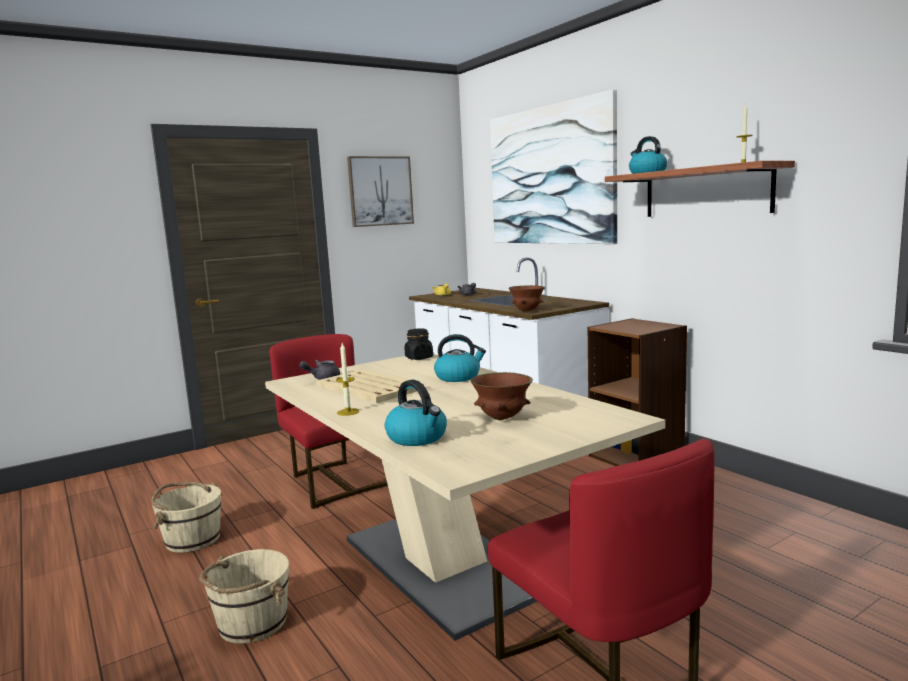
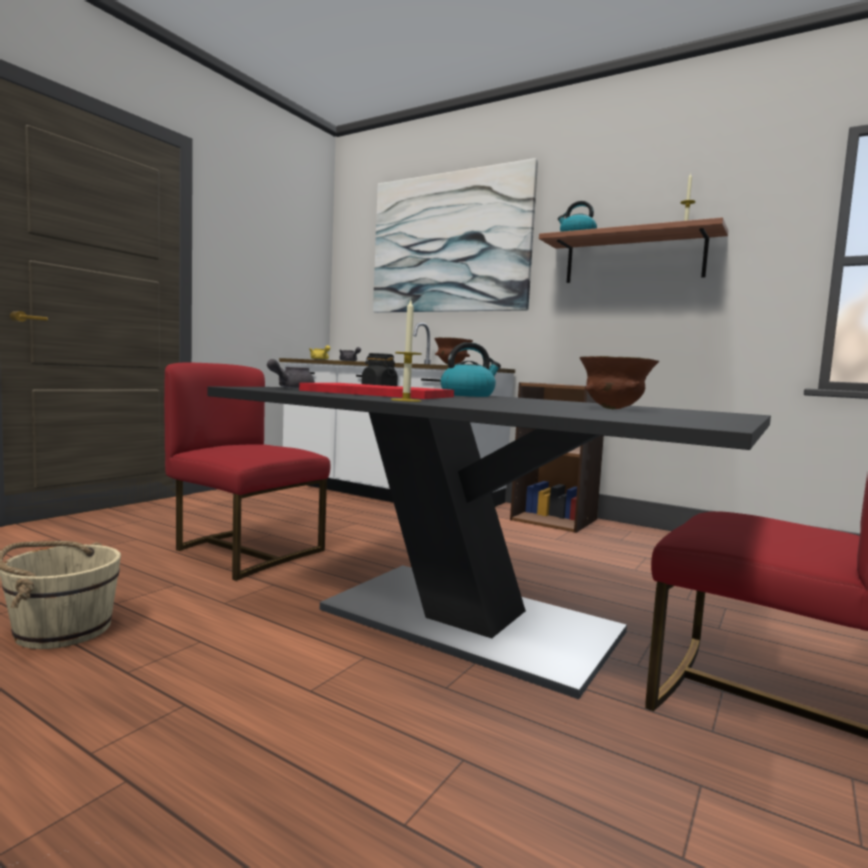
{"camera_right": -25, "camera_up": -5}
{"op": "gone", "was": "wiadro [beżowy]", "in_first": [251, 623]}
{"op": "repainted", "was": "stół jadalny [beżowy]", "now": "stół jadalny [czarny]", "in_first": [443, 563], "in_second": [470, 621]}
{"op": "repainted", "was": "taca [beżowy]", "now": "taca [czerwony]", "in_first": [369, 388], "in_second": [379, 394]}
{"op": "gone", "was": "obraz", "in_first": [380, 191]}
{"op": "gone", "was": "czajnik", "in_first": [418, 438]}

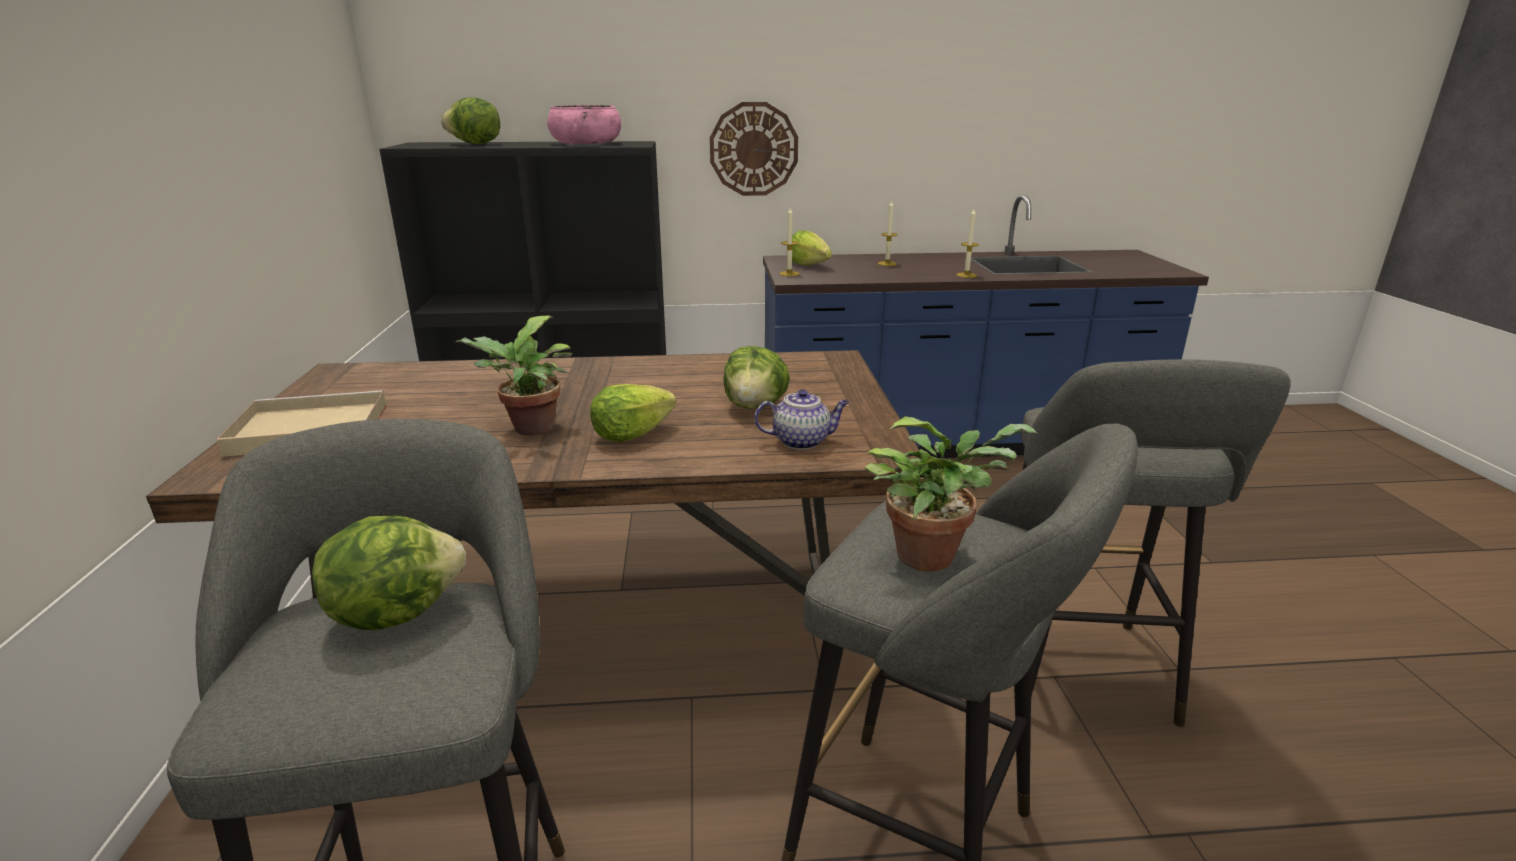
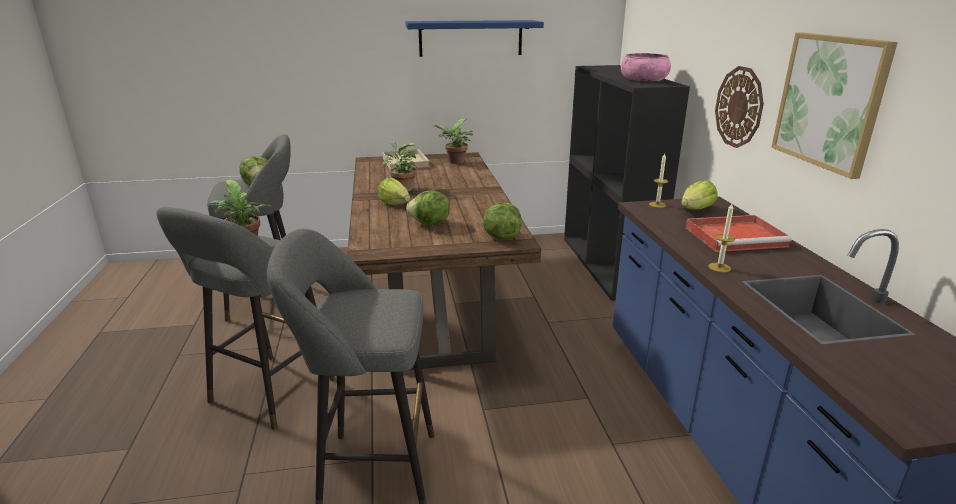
{"camera_right": 85, "camera_up": 0}
{"op": "shifted", "was": "sałata", "in_first": [475, 144], "in_second": [501, 237]}
{"op": "gone", "was": "imbryk", "in_first": [802, 441]}
{"op": "swapped", "was": "świeca", "now": "taca [czerwony]", "in_first": [887, 263], "in_second": [736, 237]}
{"op": "new", "now": "półka [niebieski]", "in_second": [470, 38]}
{"op": "new", "now": "roślina doniczkowa", "in_second": [455, 162]}
{"op": "new", "now": "obraz", "in_second": [830, 101]}

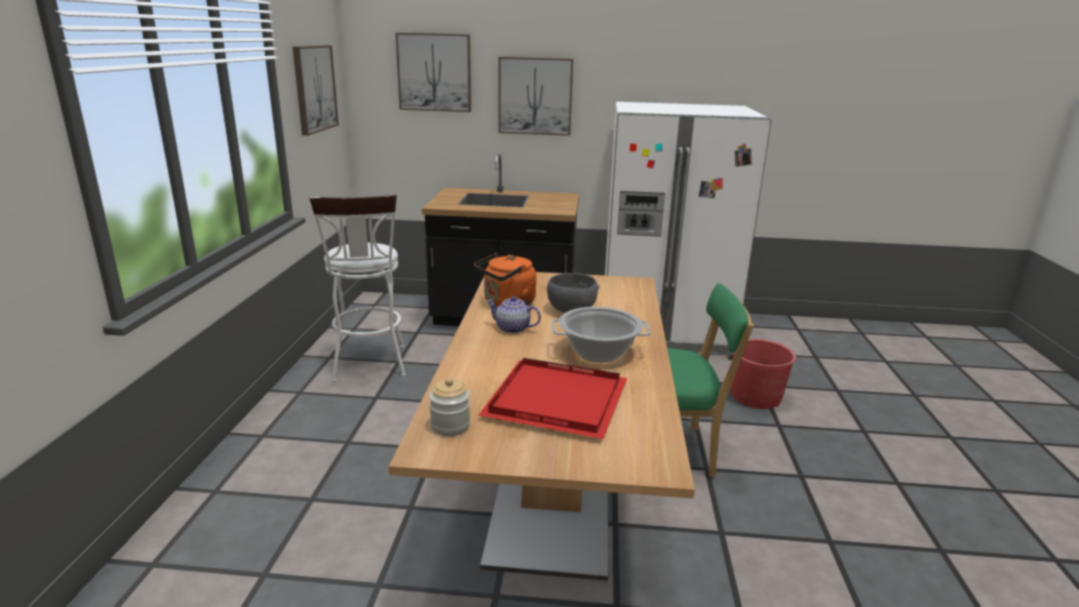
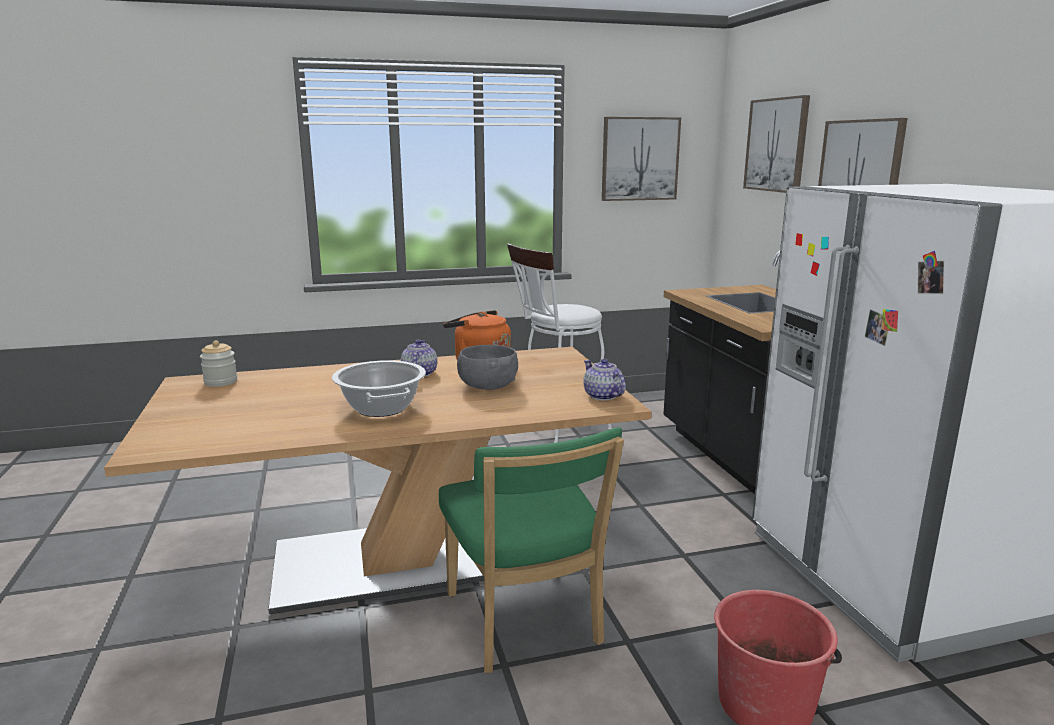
{"camera_right": 70, "camera_up": -5}
{"op": "gone", "was": "taca [czerwony]", "in_first": [553, 401]}
{"op": "new", "now": "imbryk", "in_second": [602, 396]}

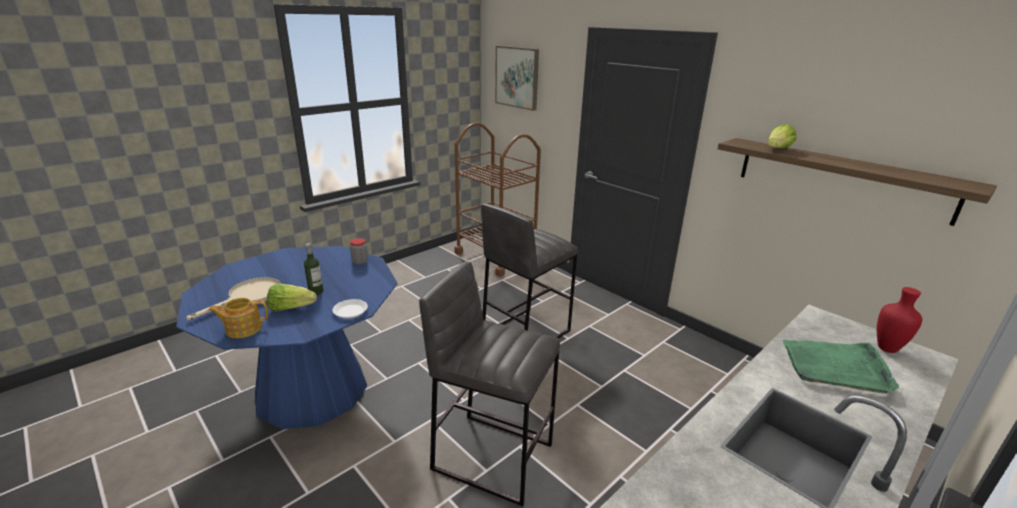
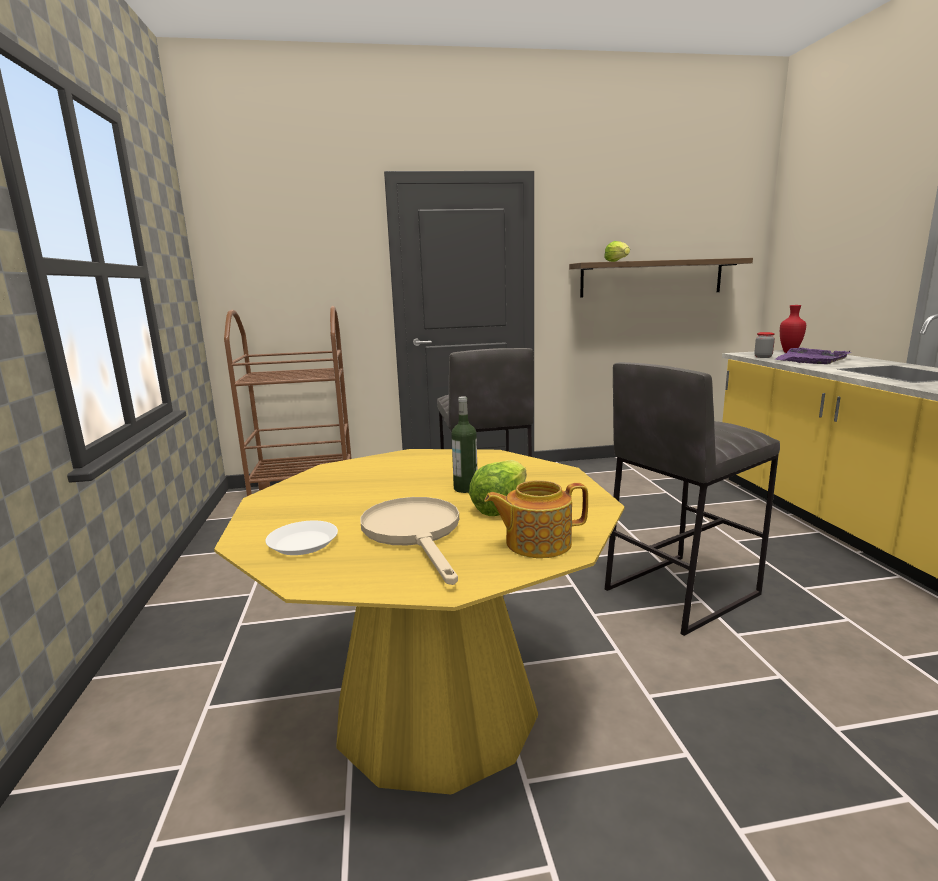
{"camera_right": -55, "camera_up": -10}
{"op": "repainted", "was": "stół jadalny [niebieski]", "now": "stół jadalny [żółty]", "in_first": [312, 390], "in_second": [436, 707]}
{"op": "rotated", "was": "imbryk", "in_first": [243, 328], "in_second": [536, 543], "clockwise": 60}
{"op": "shifted", "was": "talerz [biały]", "in_first": [350, 311], "in_second": [303, 543]}
{"op": "shifted", "was": "słoik", "in_first": [360, 262], "in_second": [763, 357]}
{"op": "gone", "was": "obraz", "in_first": [517, 77]}
{"op": "repainted", "was": "taca [zielony]", "now": "taca [fioletowy]", "in_first": [836, 367], "in_second": [810, 359]}

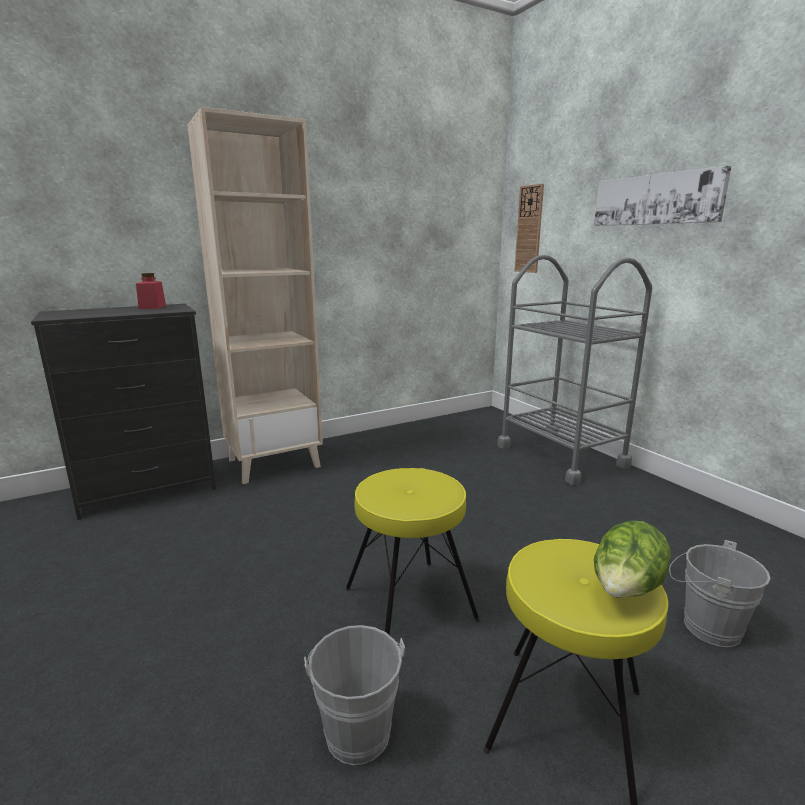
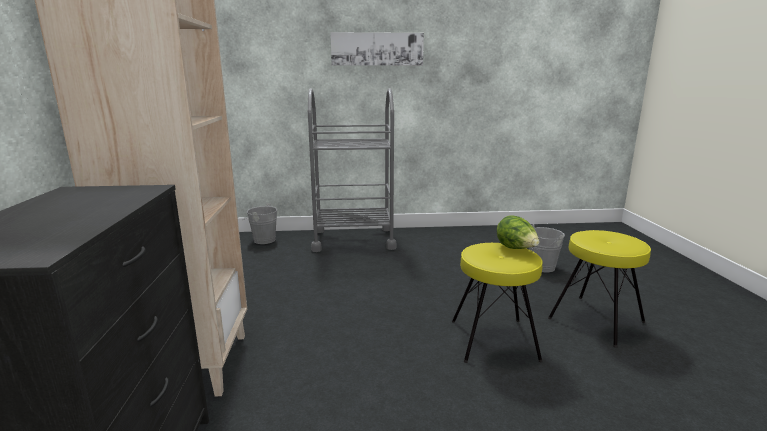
{"camera_right": -65, "camera_up": 0}
{"op": "gone", "was": "słoik [czerwony]", "in_first": [152, 307]}
{"op": "shifted", "was": "wiadro [szary]", "in_first": [356, 727], "in_second": [262, 240]}
{"op": "gone", "was": "zegar ścienny", "in_first": [529, 229]}
{"op": "shifted", "was": "sałata", "in_first": [626, 591], "in_second": [516, 249]}

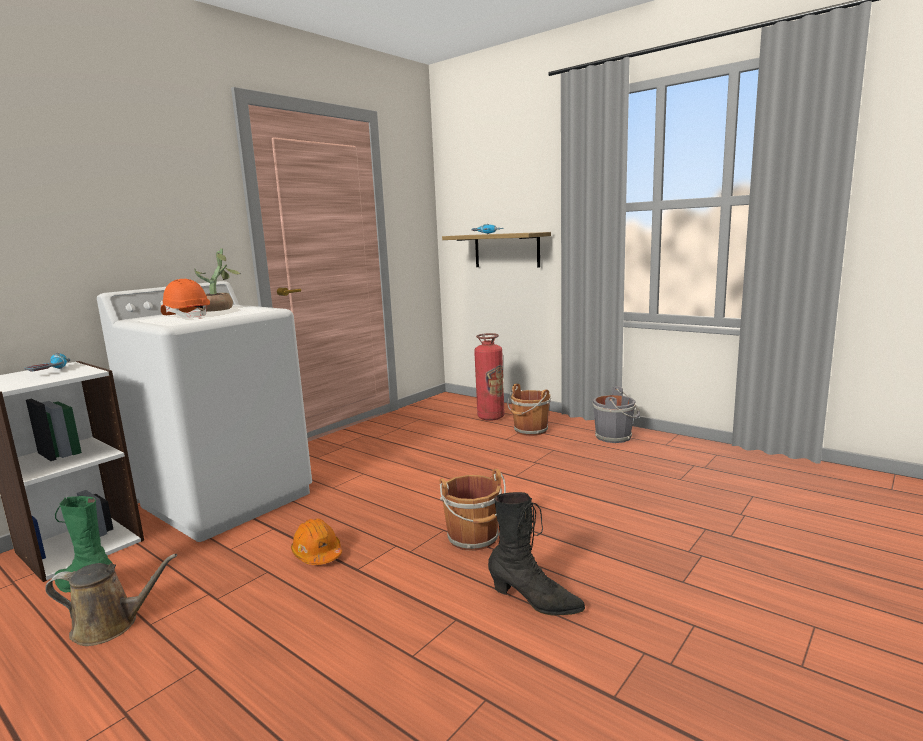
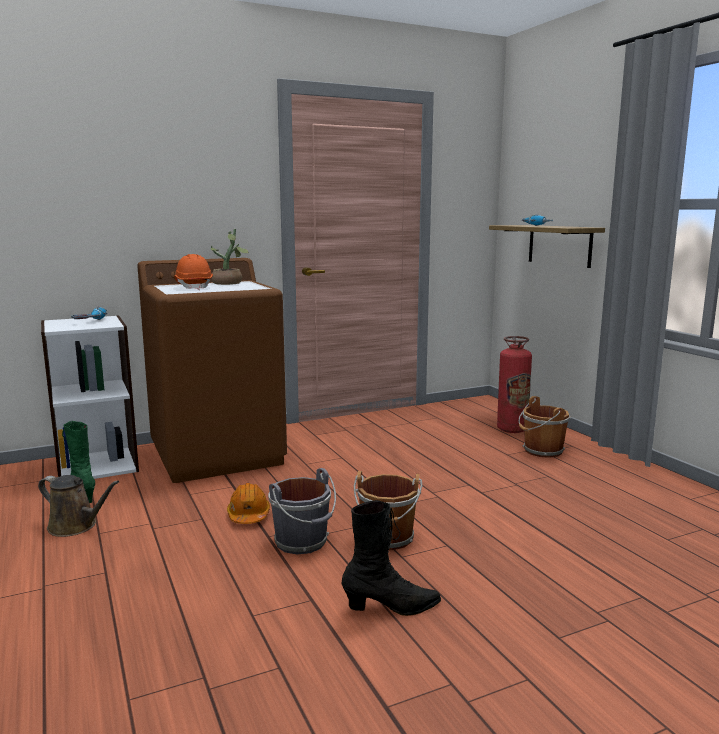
{"camera_right": 25, "camera_up": 0}
{"op": "repainted", "was": "pralka [biały]", "now": "pralka [brązowy]", "in_first": [227, 499], "in_second": [218, 454]}
{"op": "rotated", "was": "but z cholewką [czarny]", "in_first": [535, 601], "in_second": [392, 608], "clockwise": -60}
{"op": "shifted", "was": "wiadro [szary]", "in_first": [615, 437], "in_second": [303, 542]}

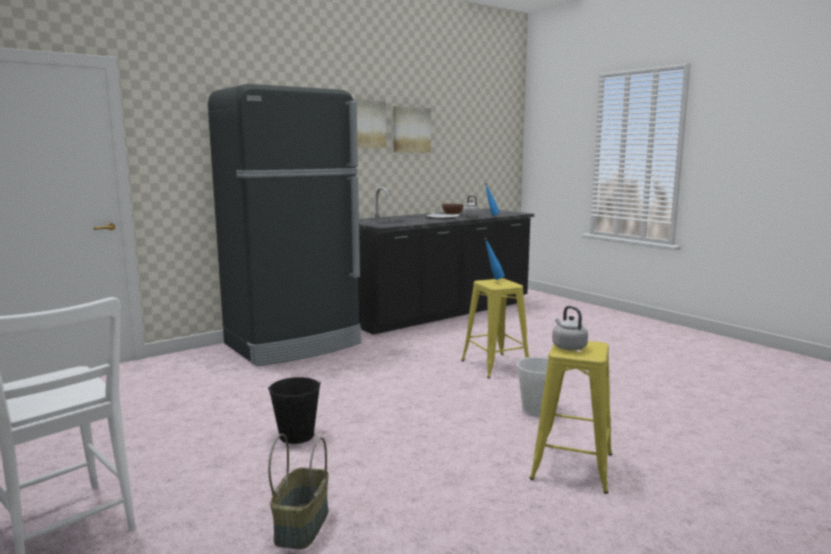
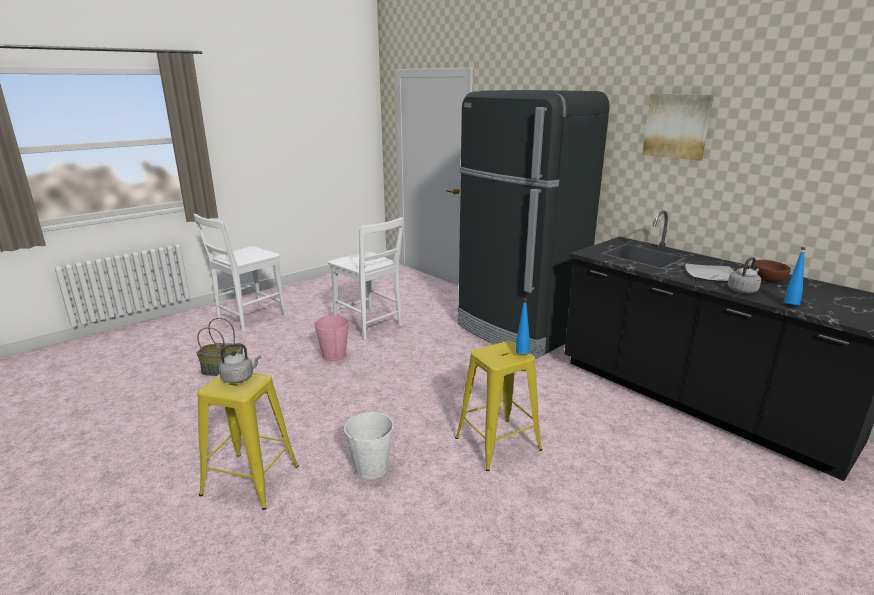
{"camera_right": 85, "camera_up": 10}
{"op": "repainted", "was": "wiadro [czarny]", "now": "wiadro [różowy]", "in_first": [296, 435], "in_second": [334, 355]}
{"op": "gone", "was": "obraz", "in_first": [411, 130]}
{"op": "new", "now": "krzesło [biały]", "in_second": [369, 326]}

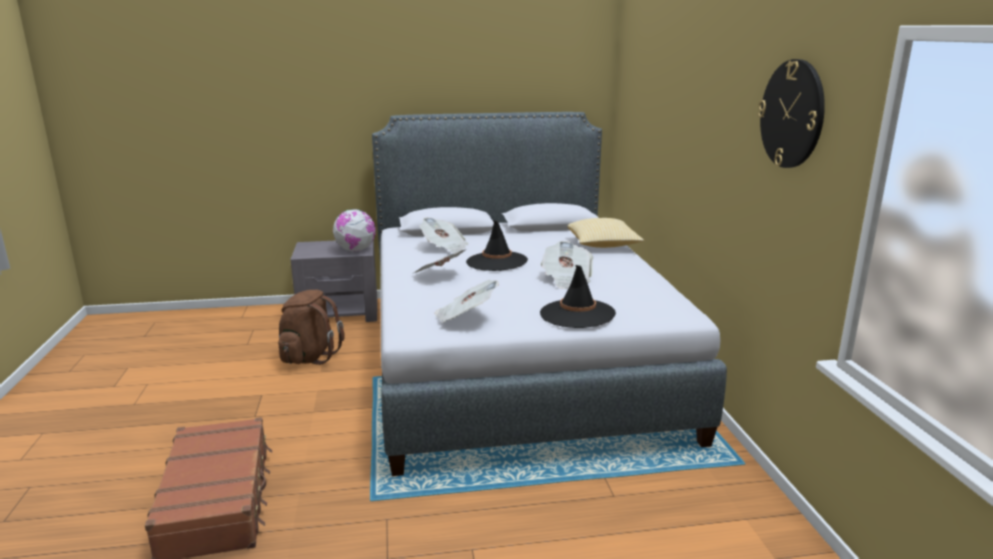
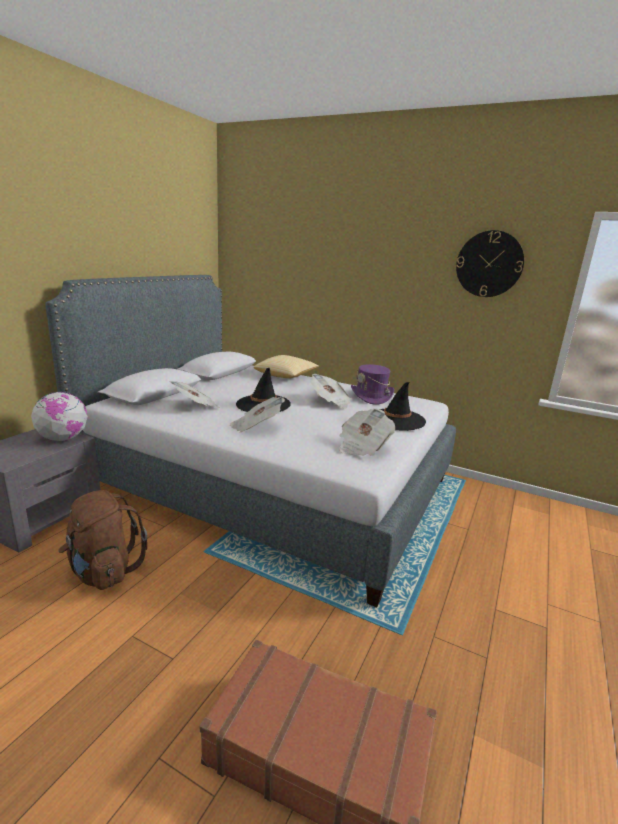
{"camera_right": -55, "camera_up": 0}
{"op": "new", "now": "kapelusz [fioletowy]", "in_second": [371, 396]}

